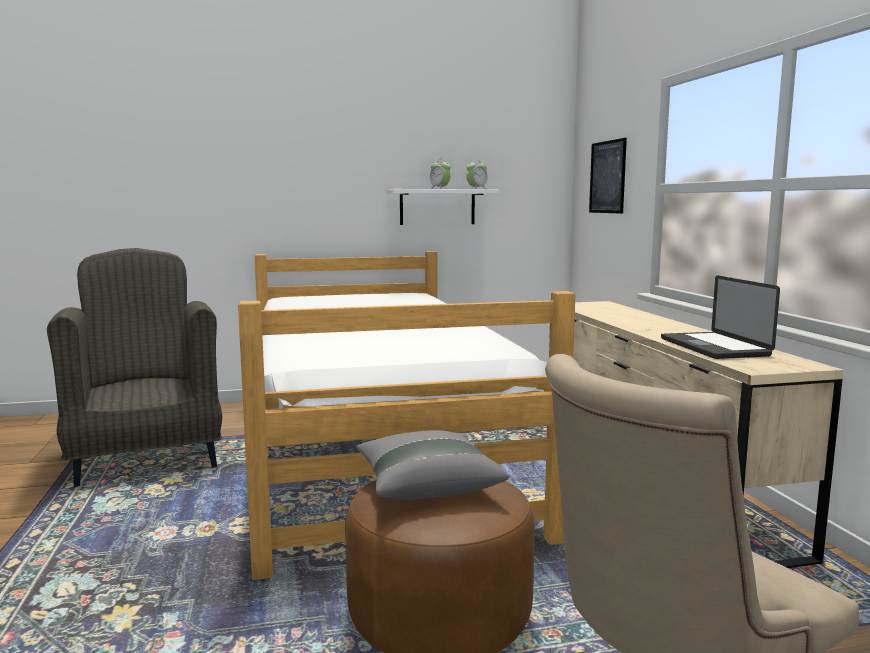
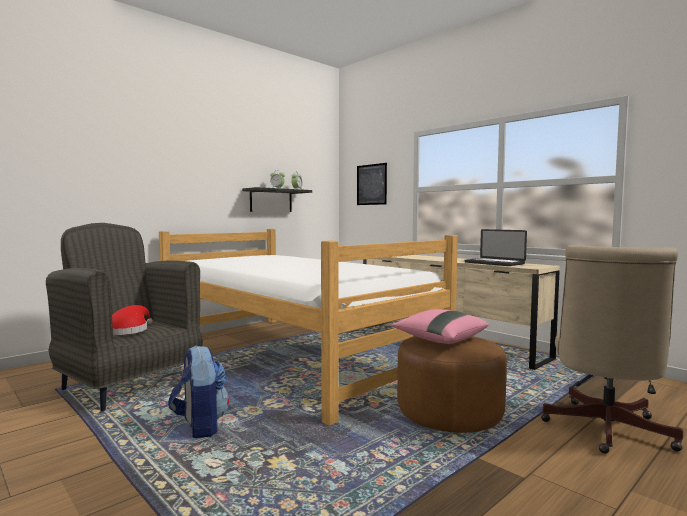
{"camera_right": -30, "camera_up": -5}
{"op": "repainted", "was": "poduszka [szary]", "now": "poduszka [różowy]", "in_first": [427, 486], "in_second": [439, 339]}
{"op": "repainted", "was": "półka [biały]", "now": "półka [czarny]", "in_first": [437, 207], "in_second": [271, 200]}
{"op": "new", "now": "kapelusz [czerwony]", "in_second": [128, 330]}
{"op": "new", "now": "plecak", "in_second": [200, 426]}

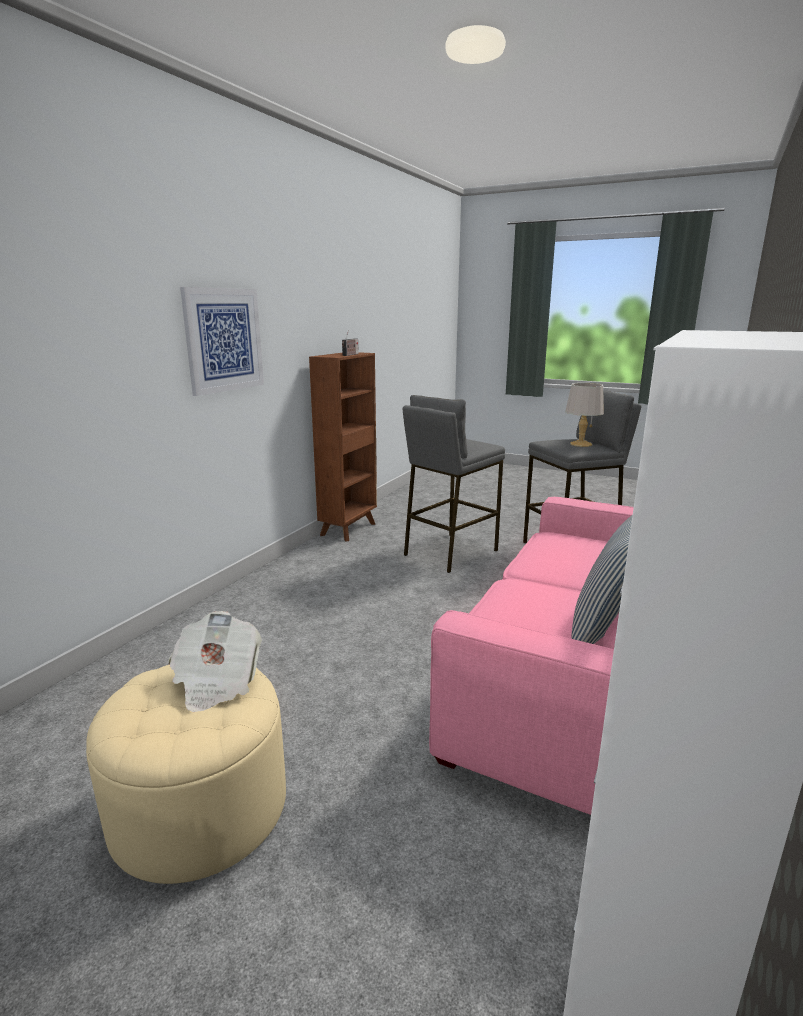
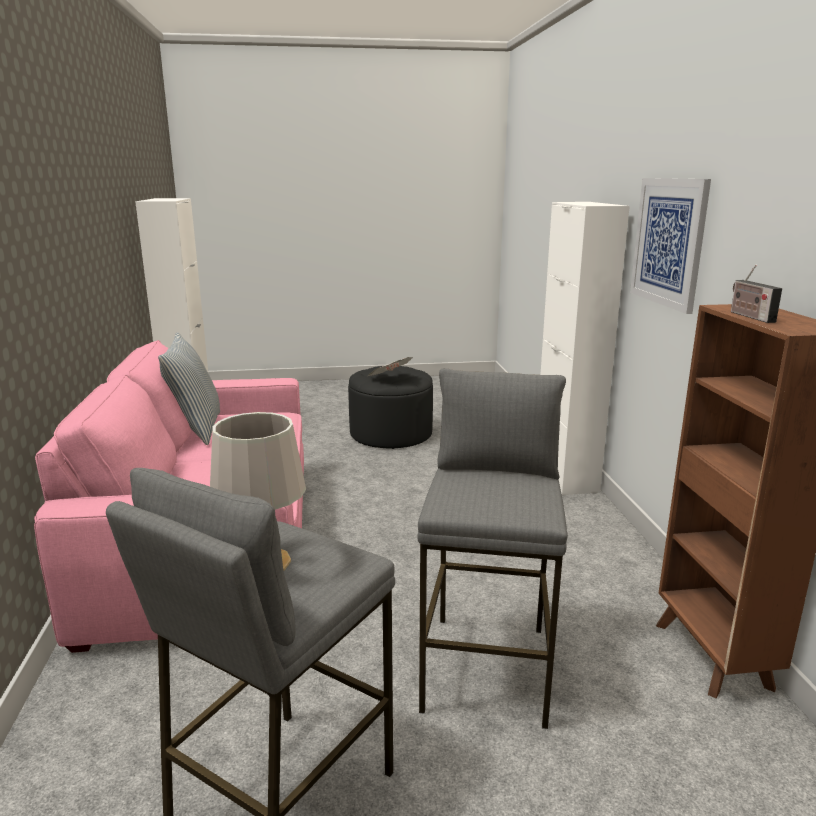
{"camera_right": 145, "camera_up": 0}
{"op": "repainted", "was": "pufa [beżowy]", "now": "pufa [czarny]", "in_first": [200, 808], "in_second": [391, 434]}
{"op": "new", "now": "szafka [biały]", "in_second": [565, 475]}

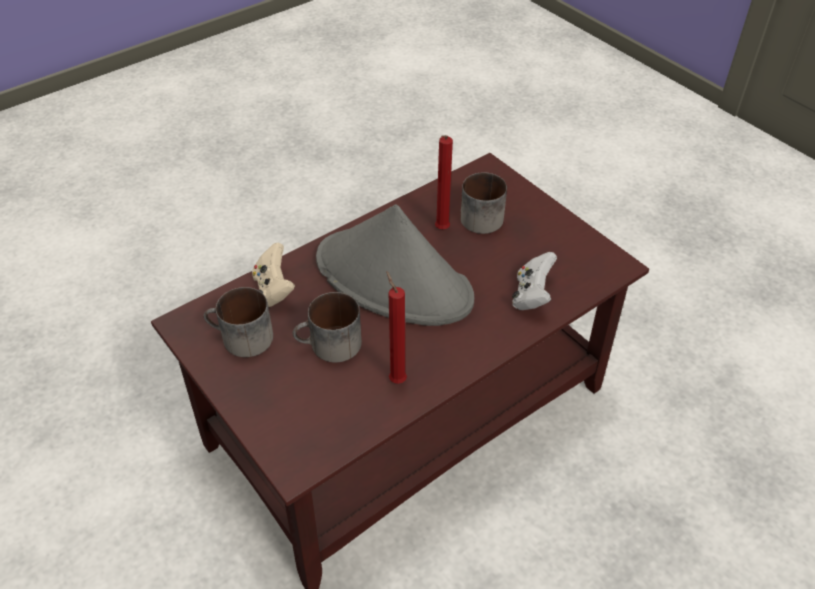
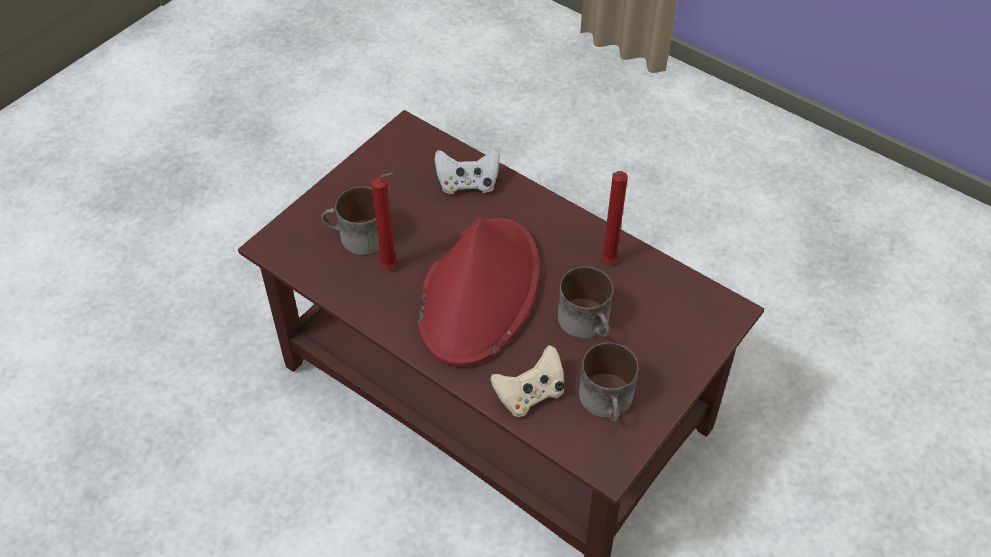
{"camera_right": -105, "camera_up": 5}
{"op": "repainted", "was": "kapelusz [szary]", "now": "kapelusz [czerwony]", "in_first": [394, 279], "in_second": [479, 291]}

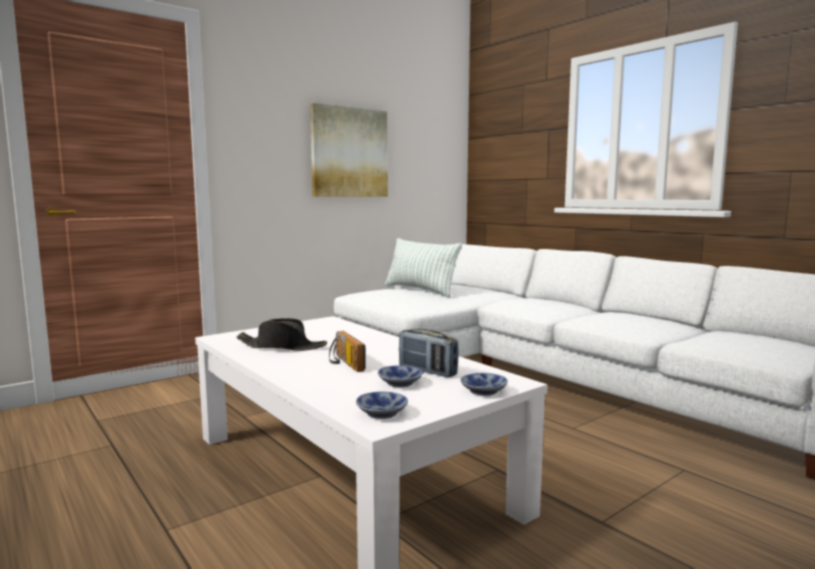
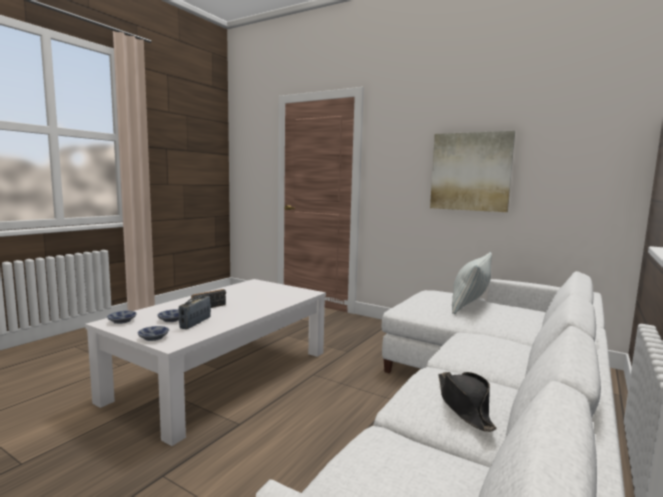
{"camera_right": 70, "camera_up": 0}
{"op": "shifted", "was": "kapelusz [czarny]", "in_first": [282, 346], "in_second": [464, 406]}

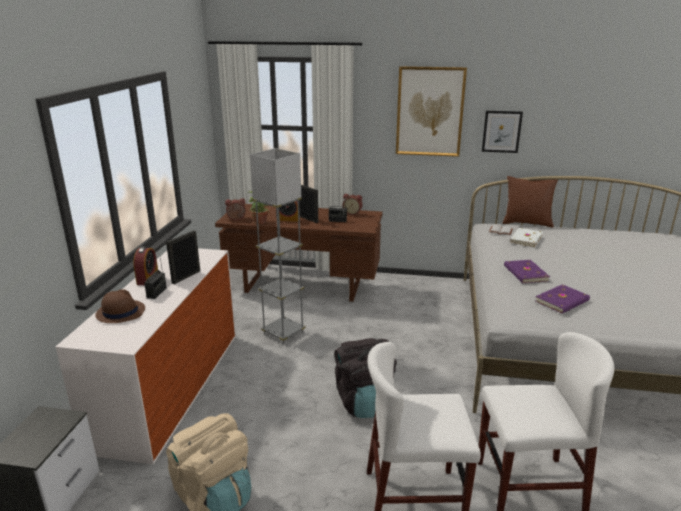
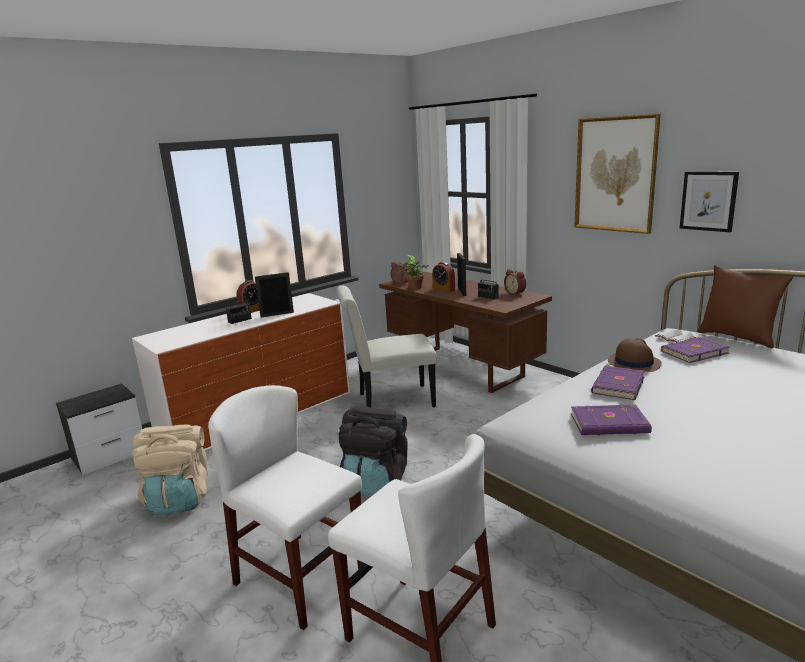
{"camera_right": 40, "camera_up": -5}
{"op": "shifted", "was": "kapelusz [brązowy]", "in_first": [120, 312], "in_second": [633, 362]}
{"op": "swapped", "was": "lampa stojąca [szary]", "now": "krzesło [biały]", "in_first": [283, 333], "in_second": [390, 401]}
{"op": "repainted", "was": "książka [biały]", "now": "książka [fioletowy]", "in_first": [525, 239], "in_second": [693, 352]}

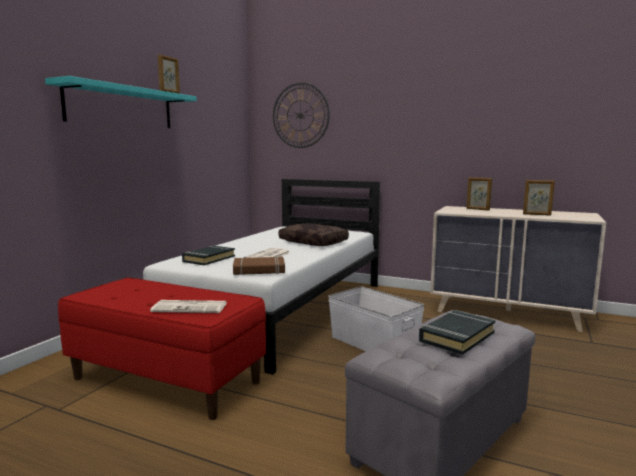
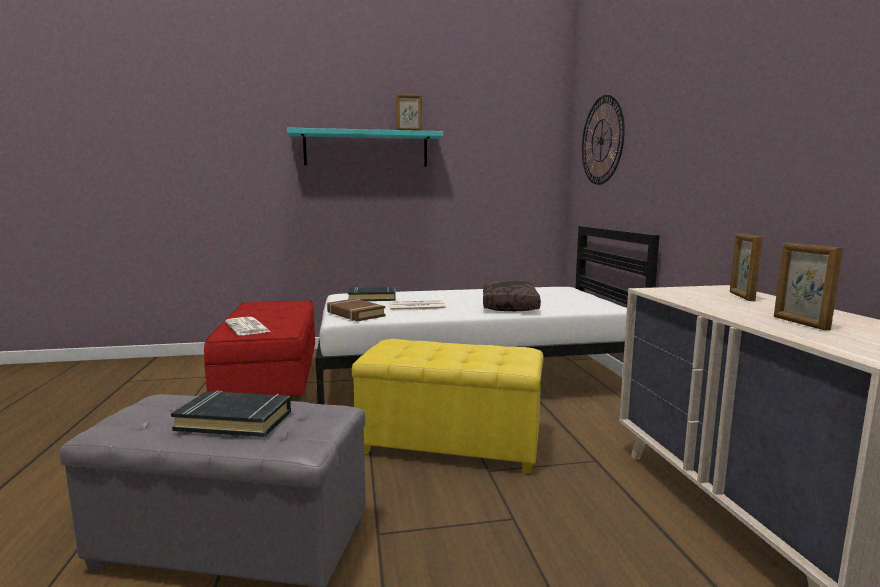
{"camera_right": 55, "camera_up": 0}
{"op": "swapped", "was": "pojemnik do przechowywania [biały]", "now": "pufa [żółty]", "in_first": [373, 343], "in_second": [451, 444]}

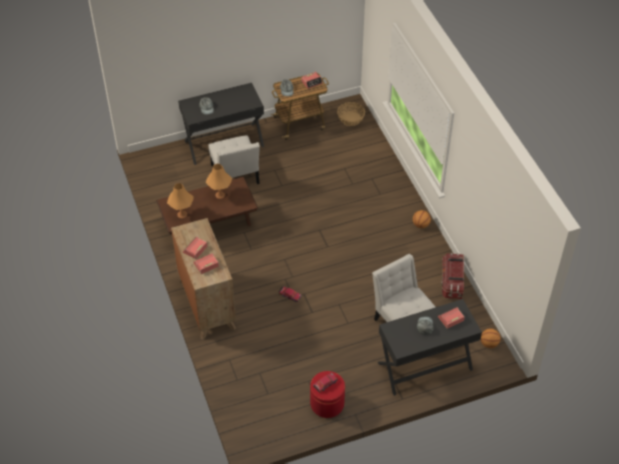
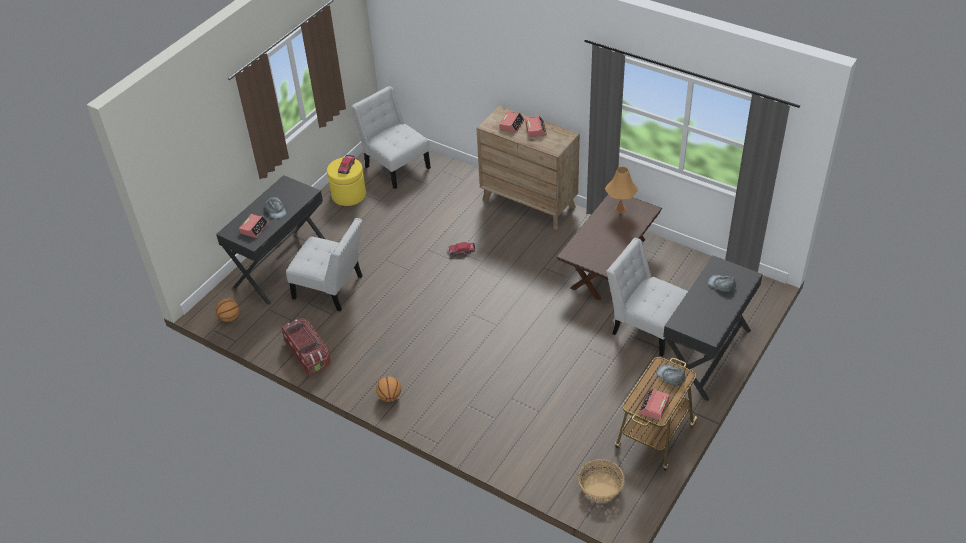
{"camera_right": 145, "camera_up": -5}
{"op": "gone", "was": "lampa stołowa [pomarańczowy]", "in_first": [220, 195]}
{"op": "repainted", "was": "pufa [czerwony]", "now": "pufa [żółty]", "in_first": [327, 403], "in_second": [348, 195]}
{"op": "new", "now": "krzesło [biały]", "in_second": [395, 165]}

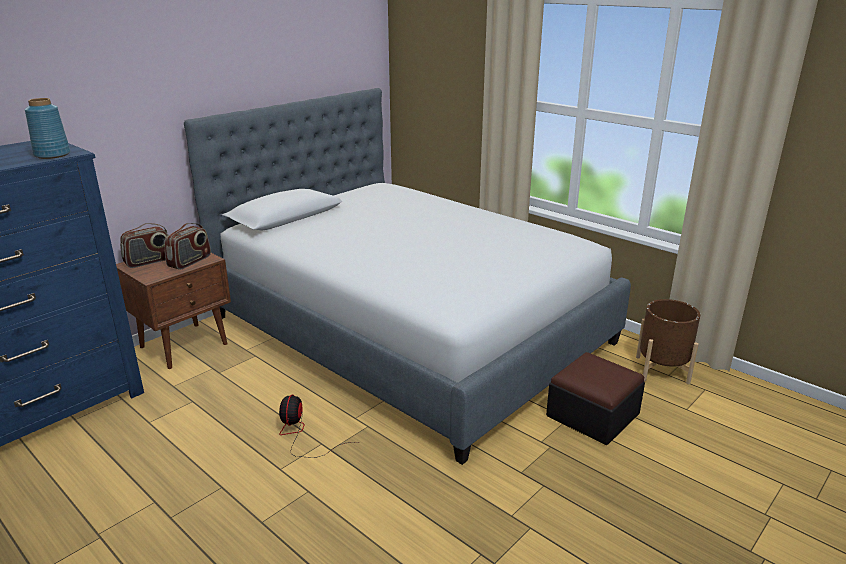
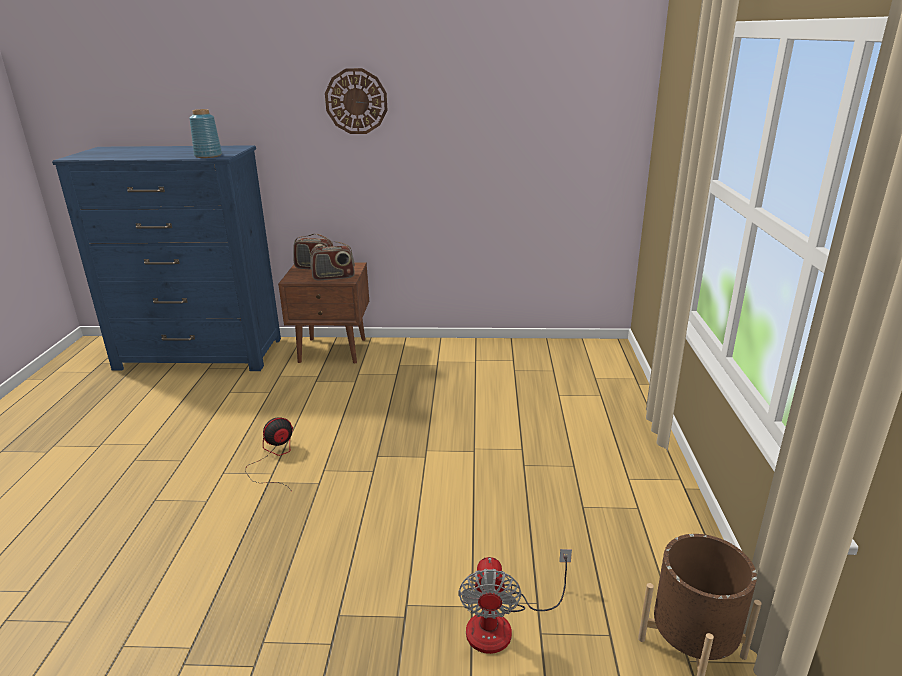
{"camera_right": 50, "camera_up": 0}
{"op": "gone", "was": "łóżko", "in_first": [409, 329]}
{"op": "swapped", "was": "pufa", "now": "wentylator", "in_first": [592, 415], "in_second": [503, 624]}
{"op": "new", "now": "zegar ścienny", "in_second": [356, 101]}

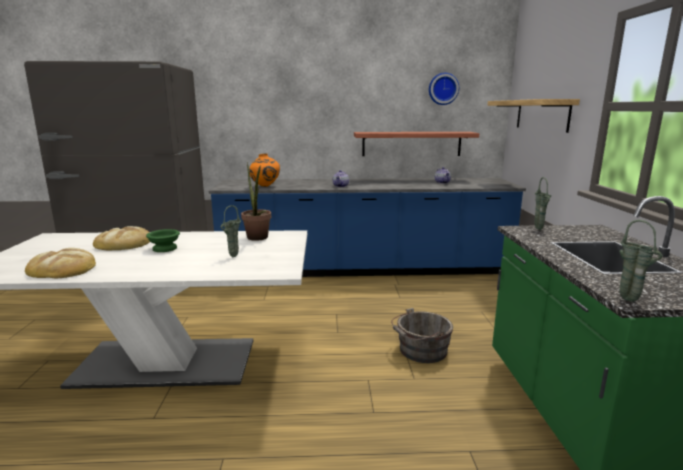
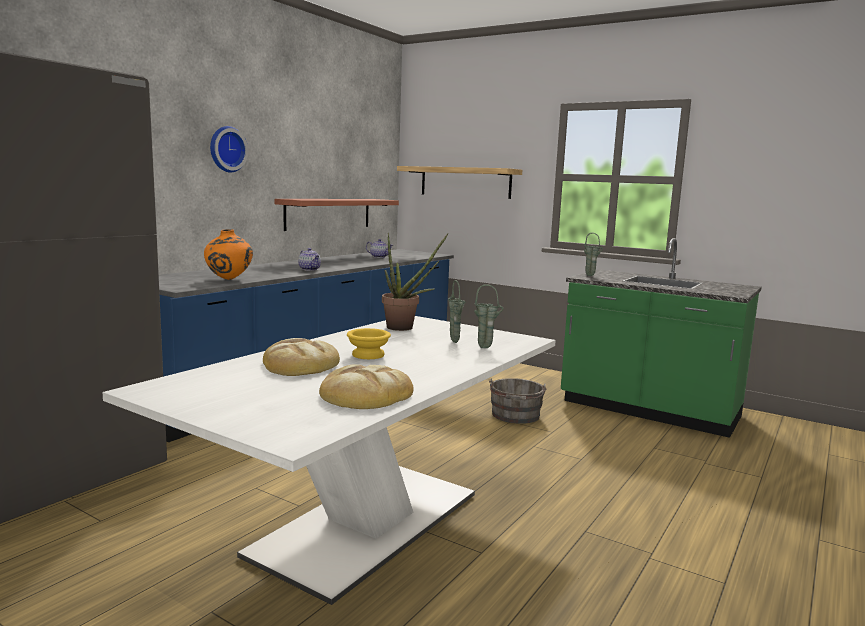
{"camera_right": -55, "camera_up": -5}
{"op": "repainted", "was": "miska [zielony]", "now": "miska [żółty]", "in_first": [166, 248], "in_second": [368, 355]}
{"op": "shifted", "was": "zegar ścienny", "in_first": [443, 89], "in_second": [226, 149]}
{"op": "shifted", "was": "wazon [zielony]", "in_first": [630, 301], "in_second": [486, 348]}

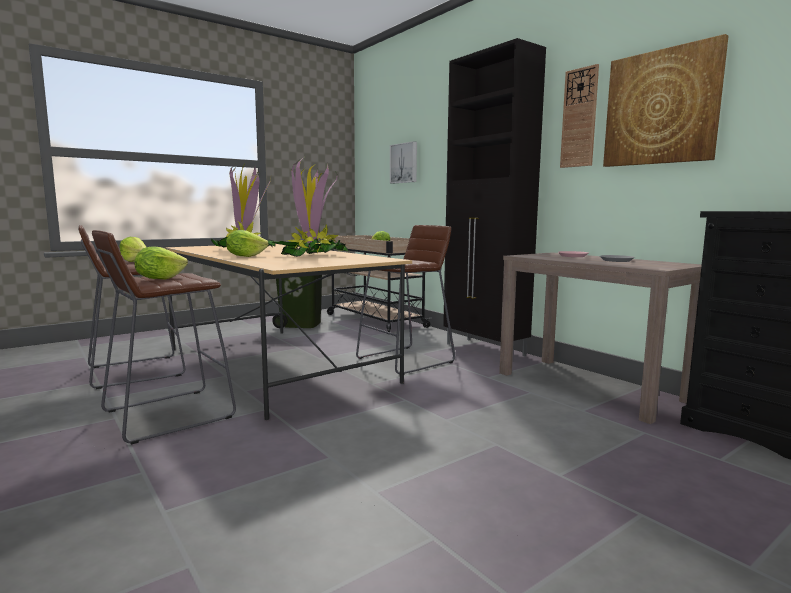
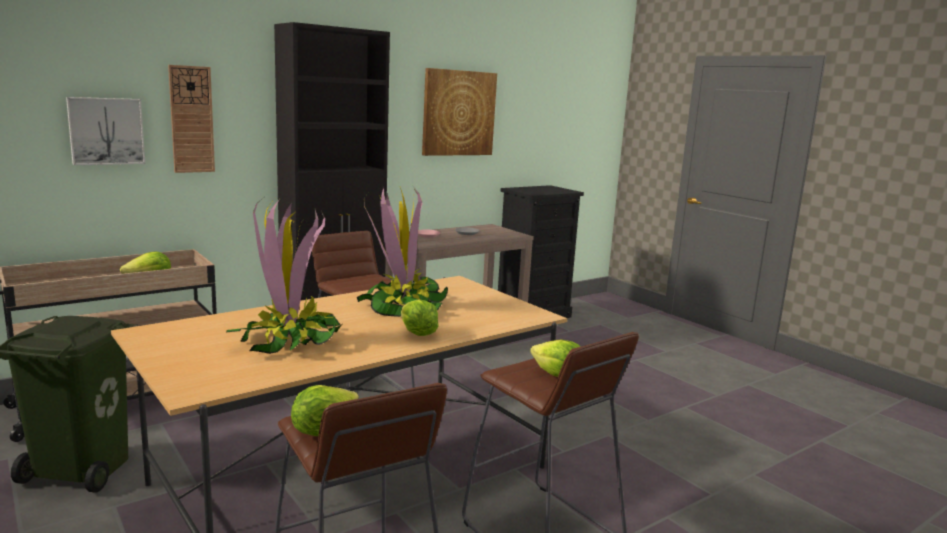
{"camera_right": -90, "camera_up": 5}
{"op": "shifted", "was": "zegar ścienny", "in_first": [579, 118], "in_second": [191, 119]}

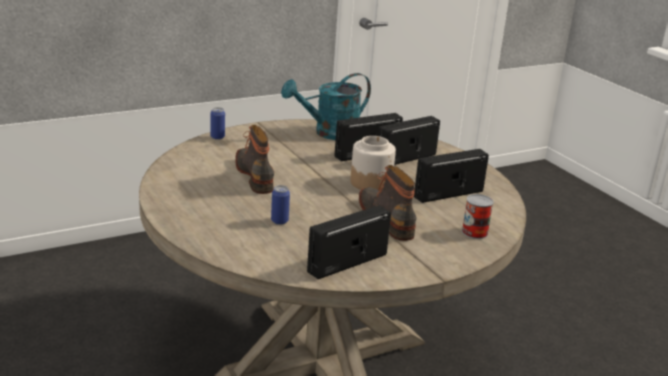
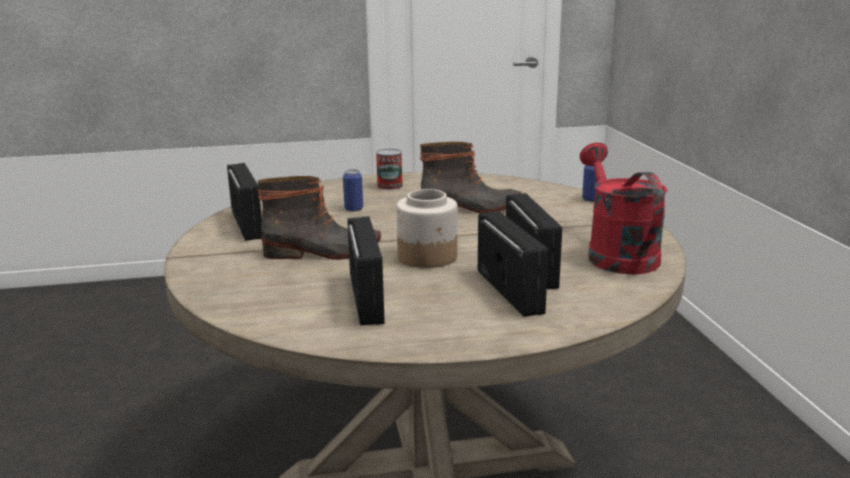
{"camera_right": 110, "camera_up": -5}
{"op": "repainted", "was": "konewka [turkusowy]", "now": "konewka [czerwony]", "in_first": [329, 133], "in_second": [616, 254]}
{"op": "shifted", "was": "puszka", "in_first": [474, 232], "in_second": [390, 186]}

